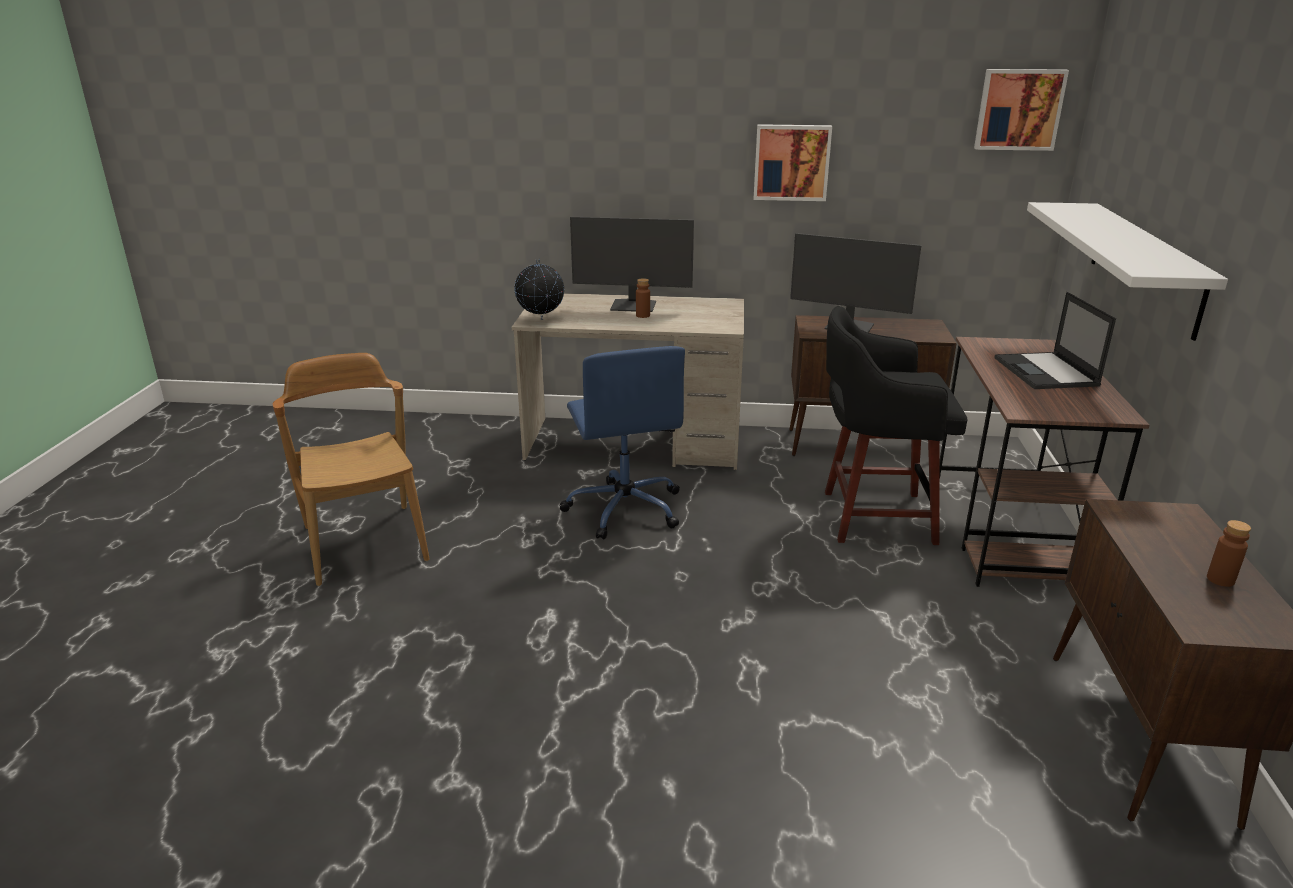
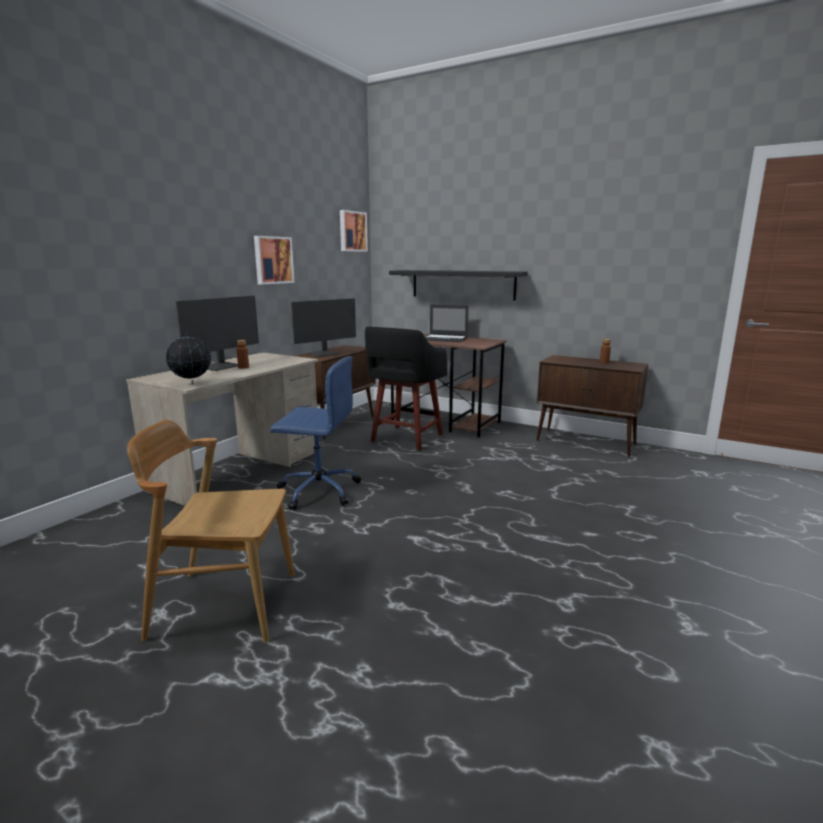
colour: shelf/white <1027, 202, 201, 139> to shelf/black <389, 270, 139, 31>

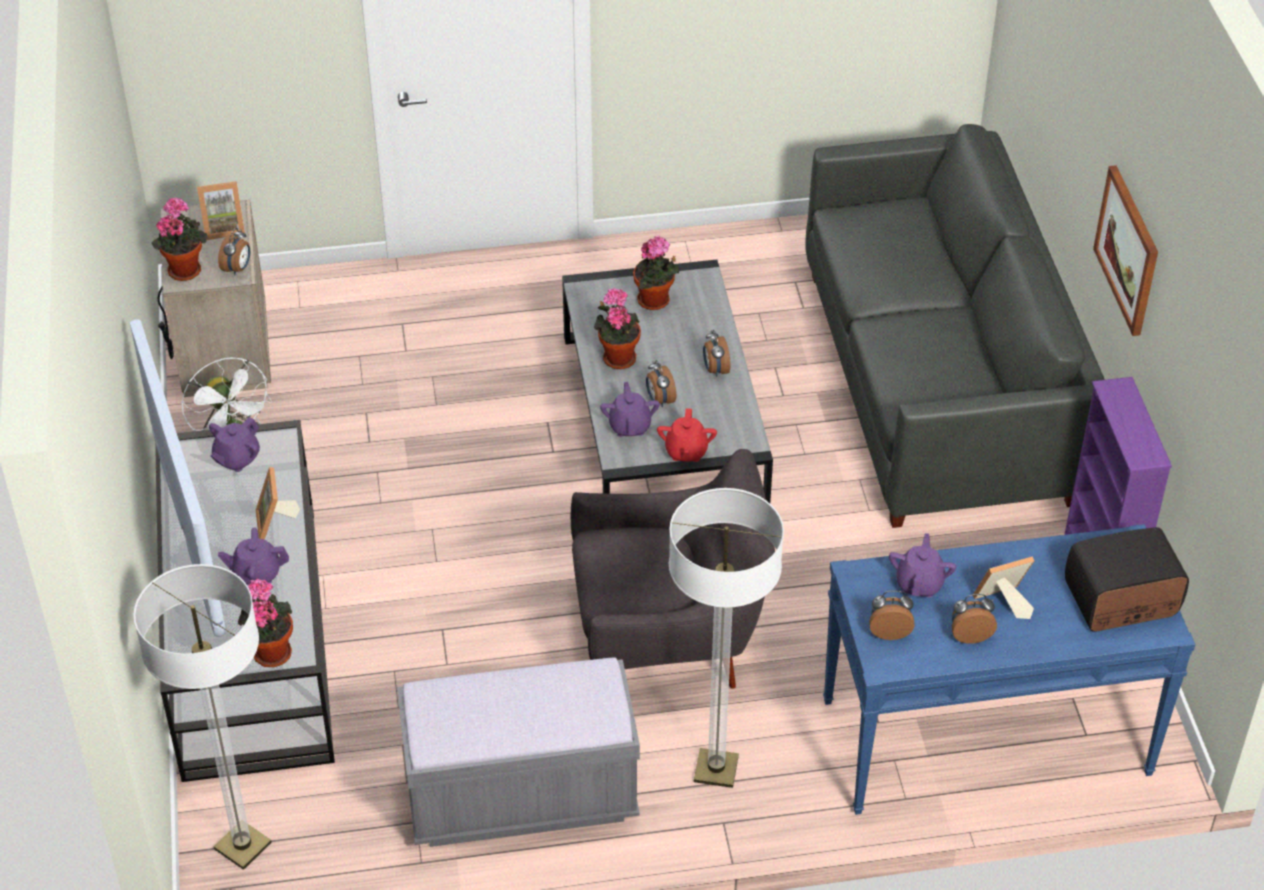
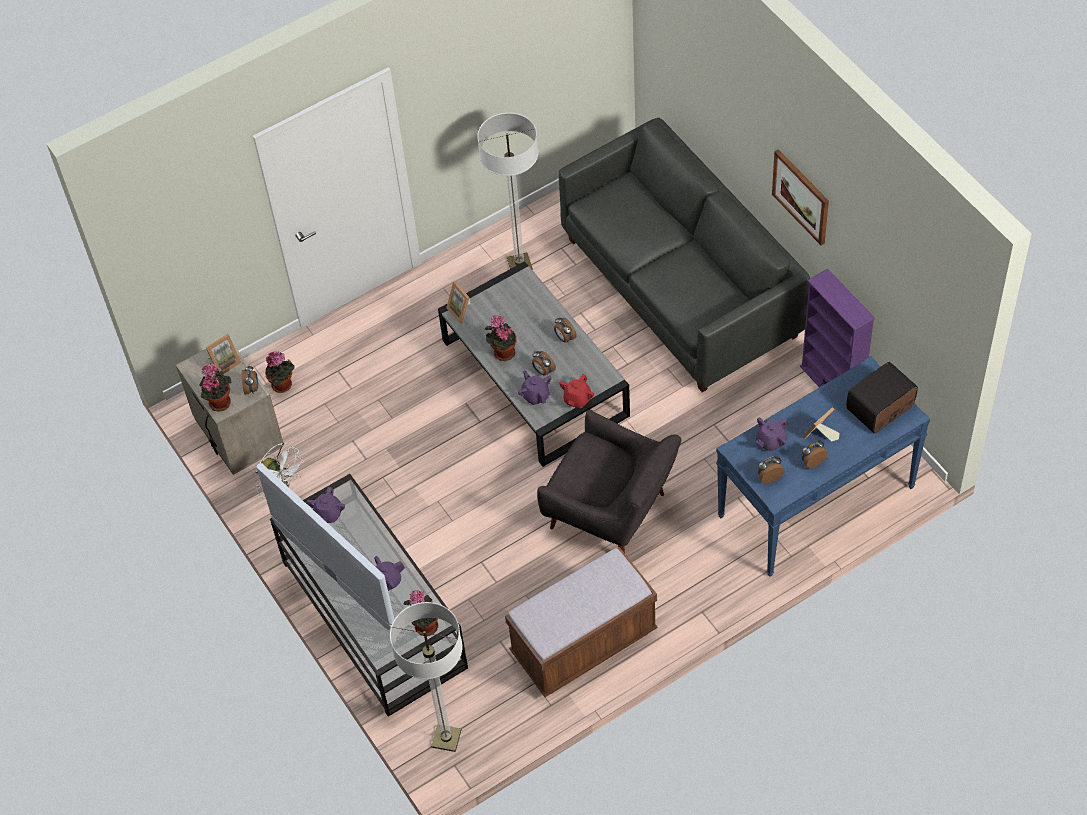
relocated: potted plant <633, 236, 46, 74> to <265, 351, 29, 42>; picture frame <256, 467, 44, 73> to <446, 281, 24, 43>; floor lamp <669, 488, 115, 300> to <477, 113, 62, 157>
colour: bench/grey <397, 657, 243, 190> to bench/brown <505, 547, 153, 150>
spun: teapot/red <657, 408, 60, 54> = <559, 374, 35, 34> 45 degrees clockwise; armchair/grey <571, 449, 204, 240> = <537, 409, 144, 144> 60 degrees clockwise; teapot/purple <889, 533, 68, 65> = <756, 418, 32, 34> 120 degrees counterclockwise

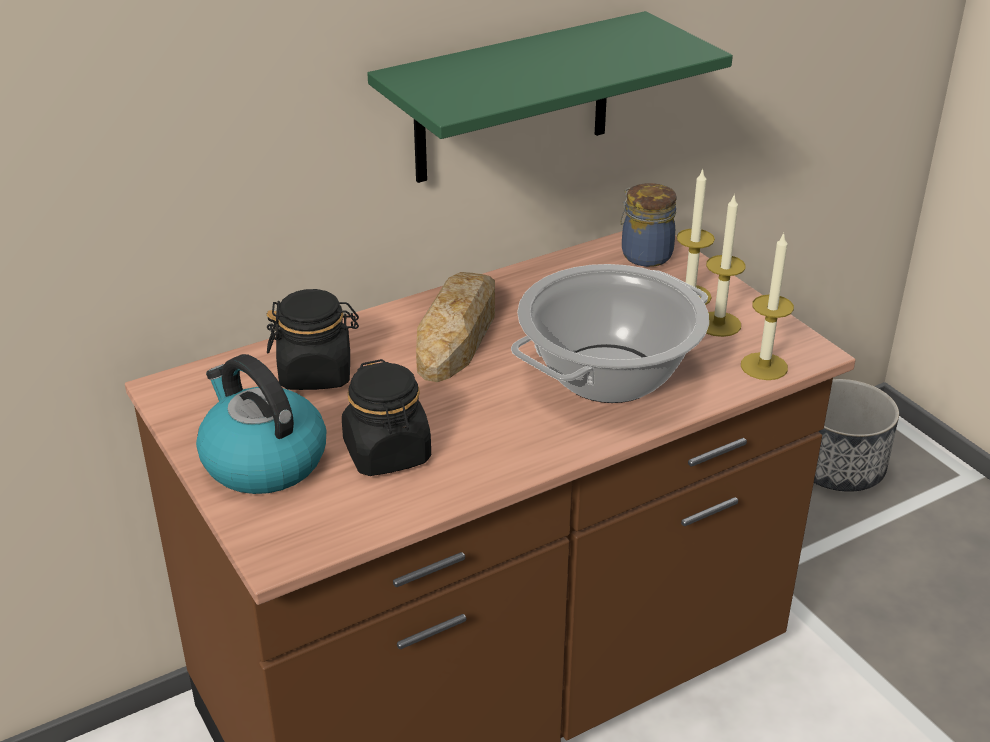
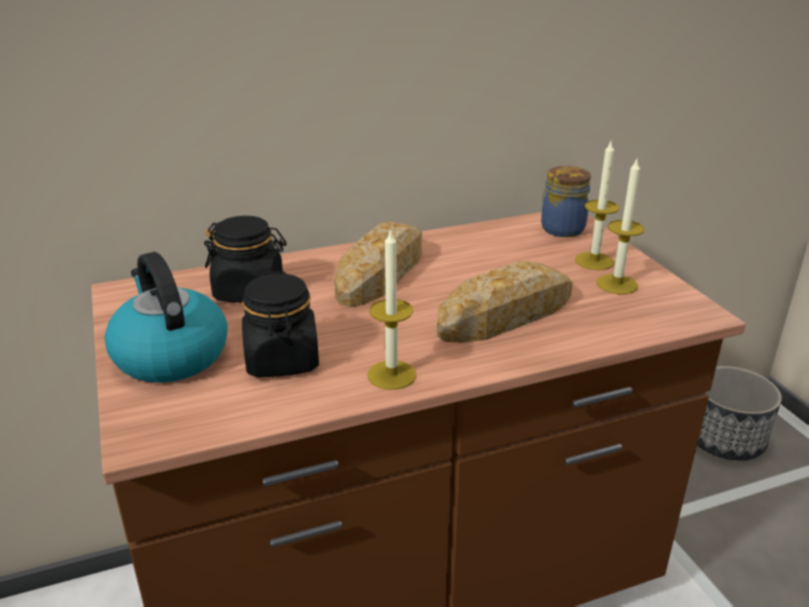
missing: shelf/green <367, 11, 366, 172>
relocated: candle <741, 233, 53, 147> to <368, 228, 48, 162>
exchanged: cooking pot <511, 264, 198, 139> to bread <437, 261, 136, 82>

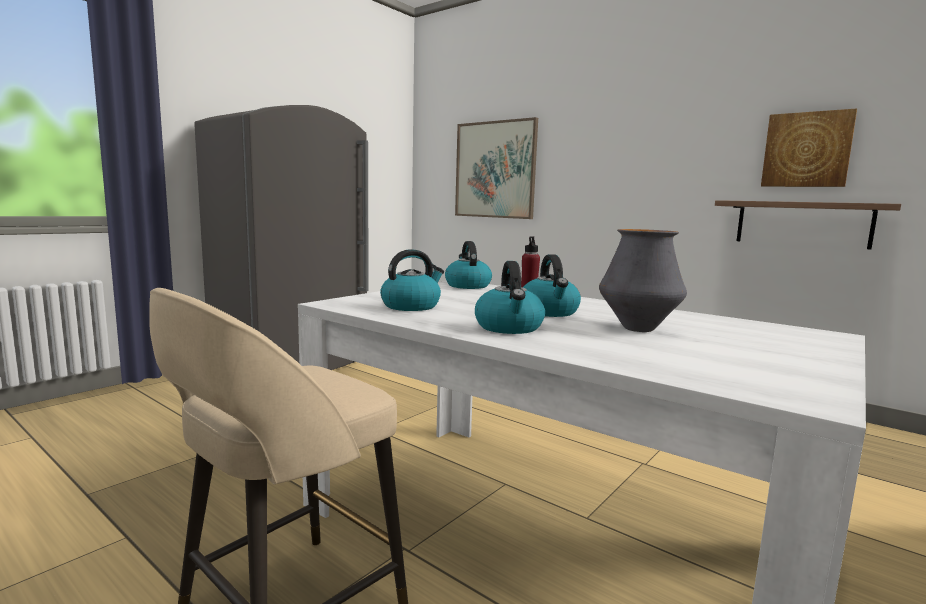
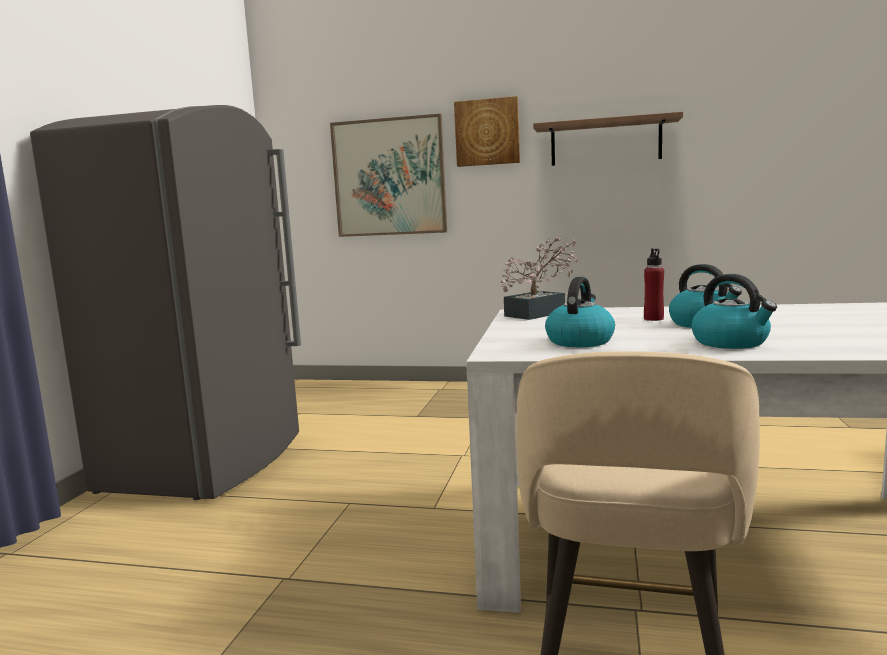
missing: vase <599, 229, 88, 103>
relocated: picture <761, 108, 96, 79> to <454, 96, 66, 71>; shelf <715, 200, 186, 49> to <533, 112, 150, 54>
exchanged: kettle <445, 241, 47, 48> to potted plant <501, 237, 79, 83>

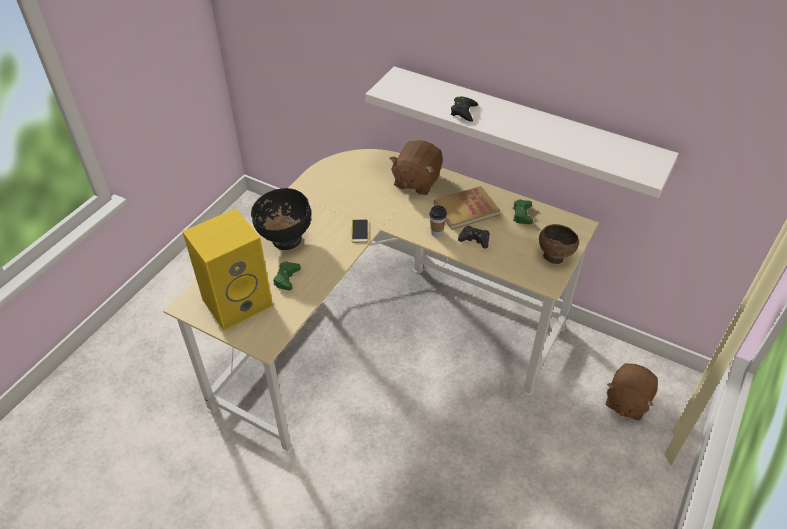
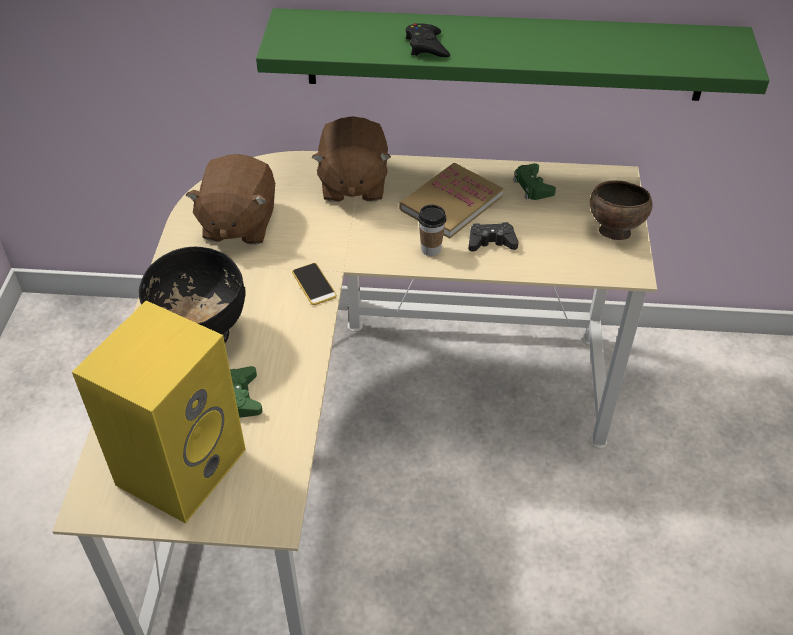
relocated: plush toy/brown <605, 363, 53, 58> to <186, 154, 89, 91>
colour: shelf/white <365, 66, 314, 132> to shelf/green <256, 8, 514, 93>

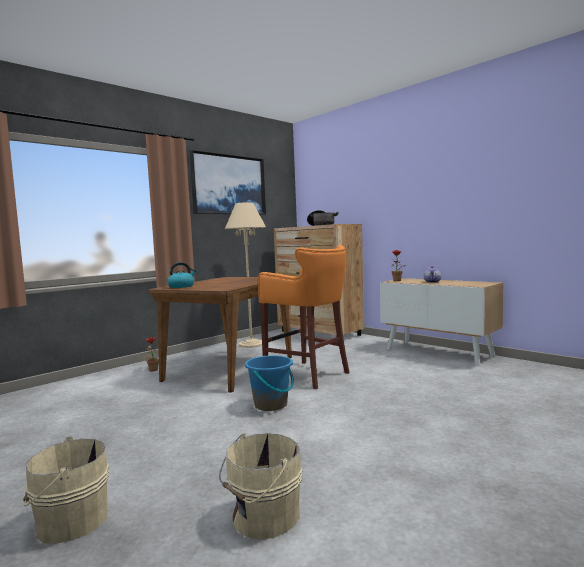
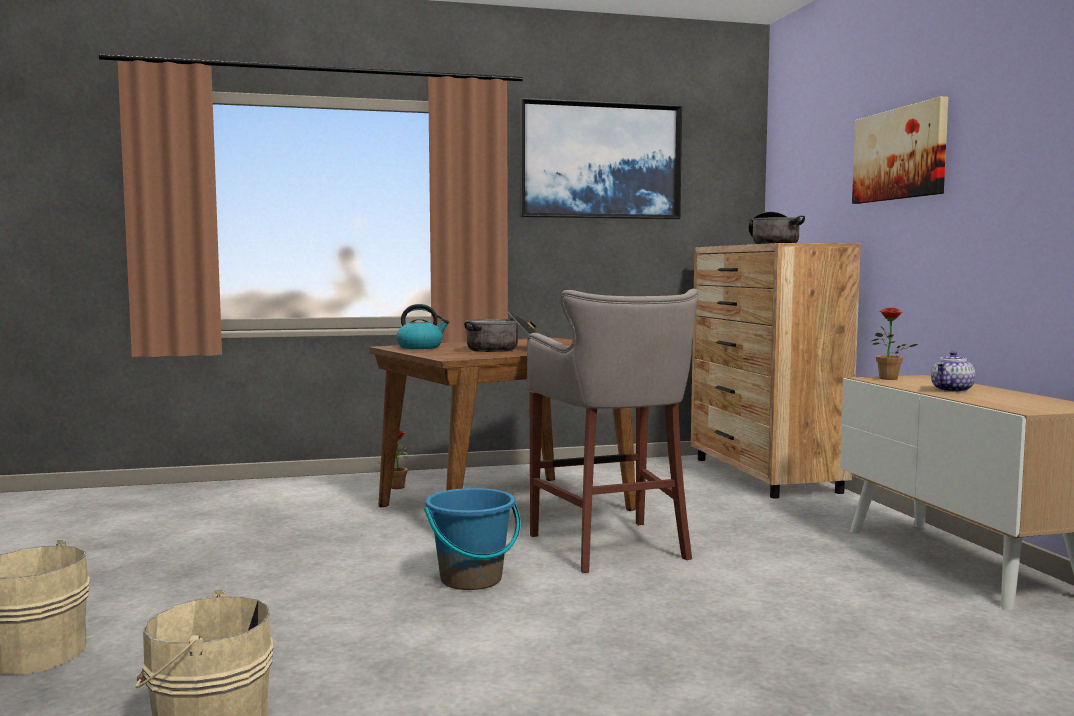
missing: floor lamp/beige <225, 202, 41, 146>
appeared: picture <852, 96, 96, 108>; cooking pot <464, 312, 73, 40>
colour: stool/orange <258, 245, 92, 144> to stool/grey <527, 289, 171, 284>

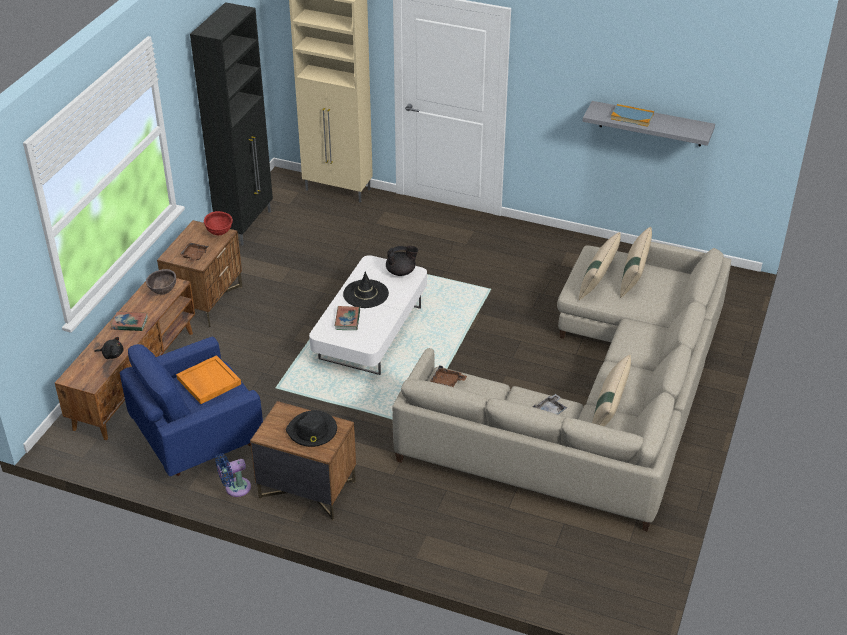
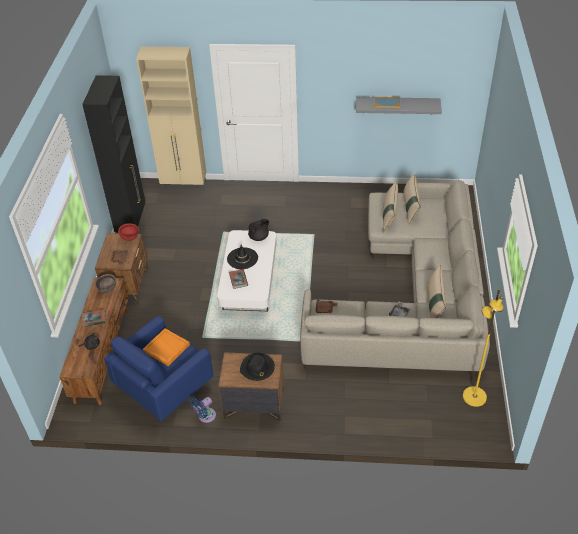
appeared: floor lamp/yellow <463, 289, 40, 118>

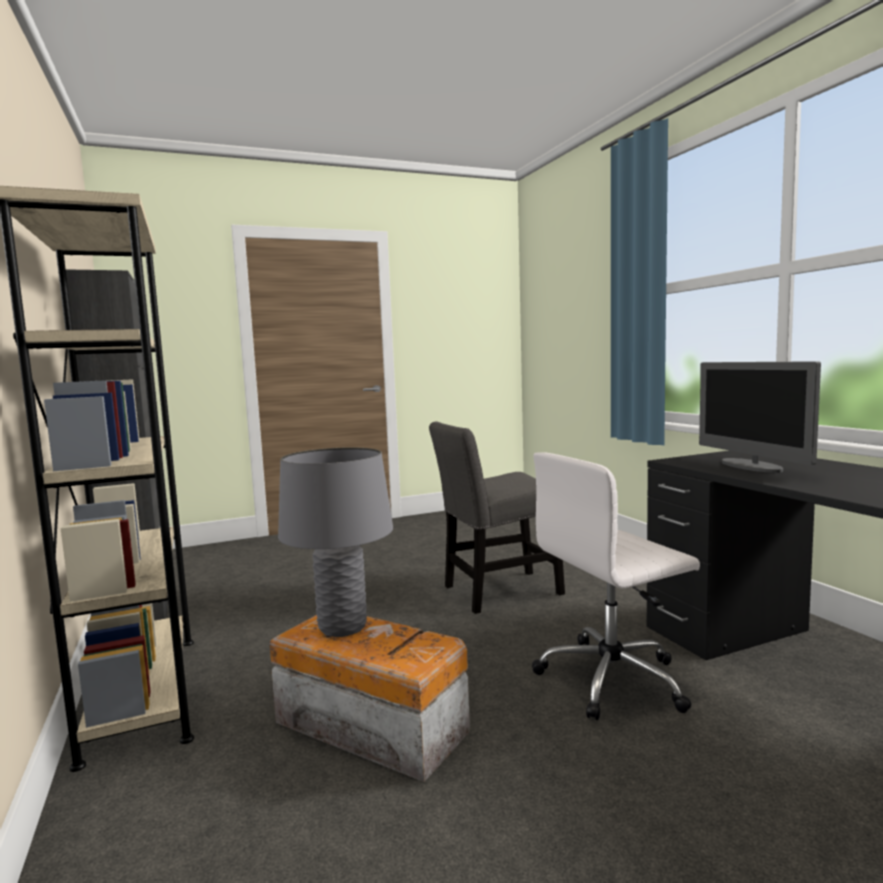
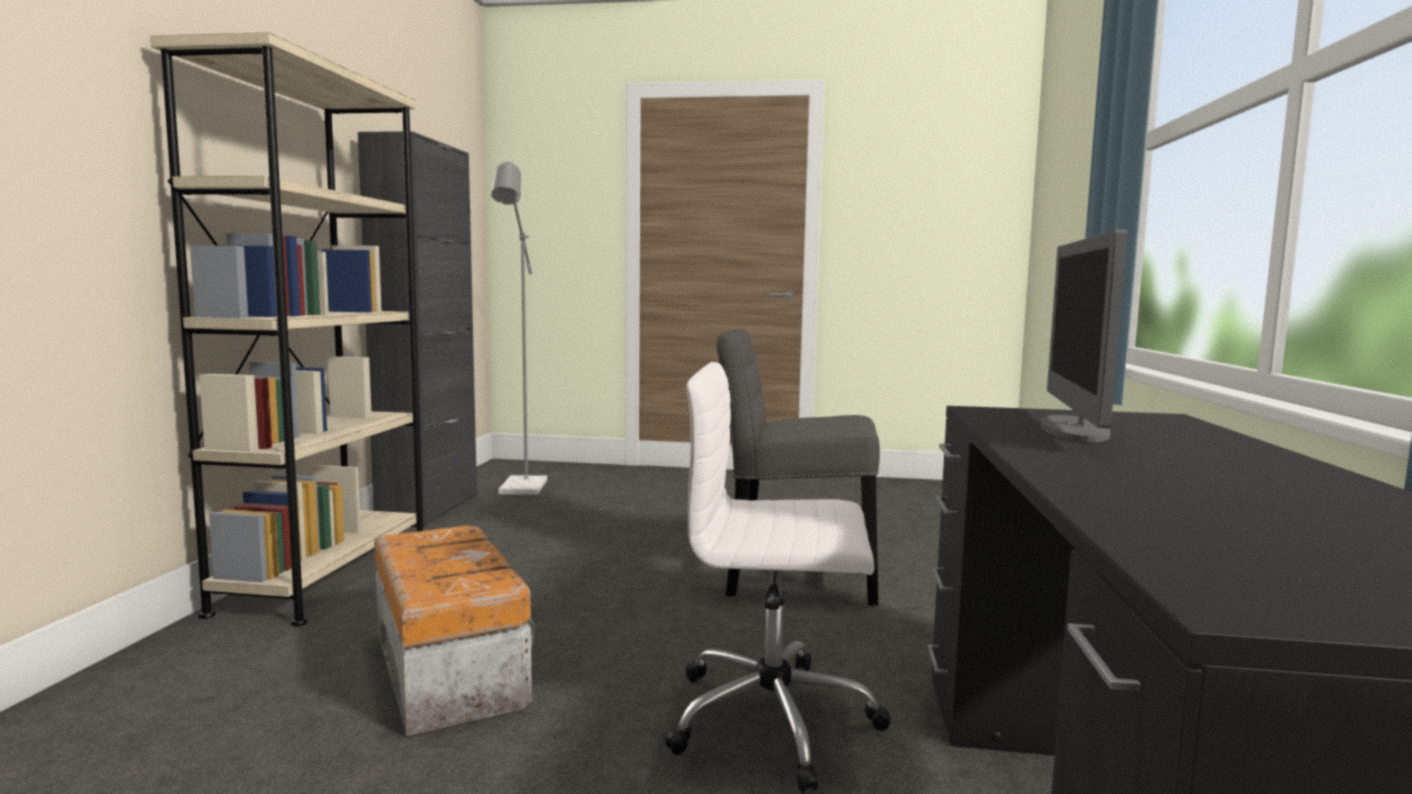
missing: table lamp/grey <278, 447, 115, 190>
appeared: floor lamp/grey <491, 161, 56, 334>

